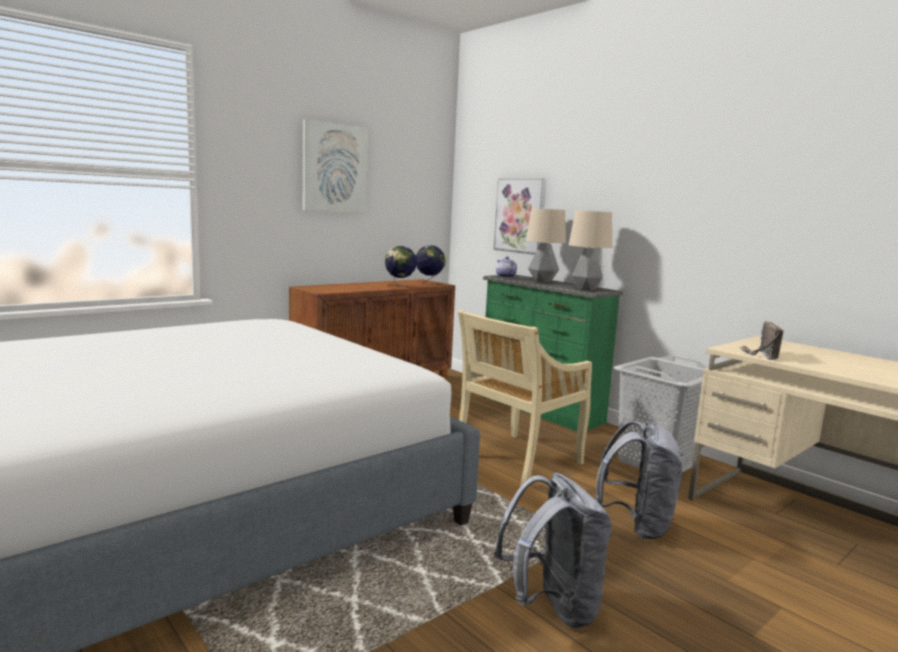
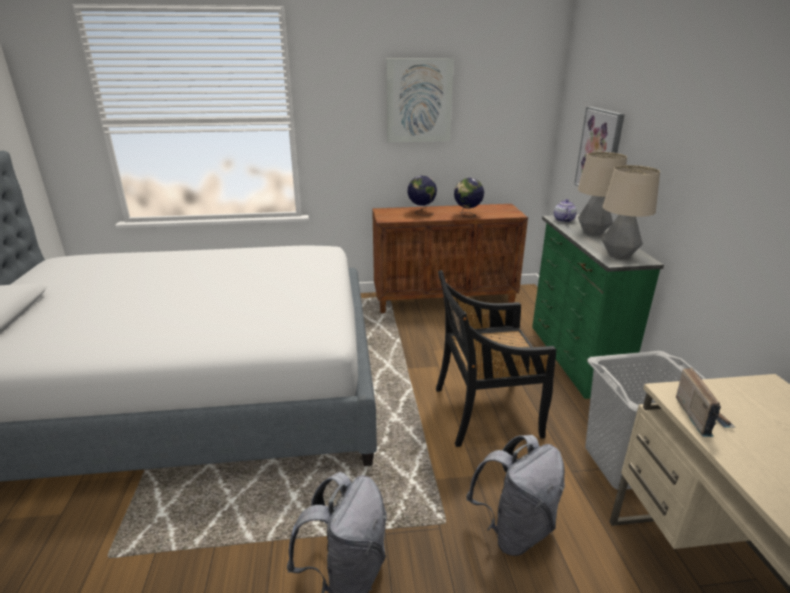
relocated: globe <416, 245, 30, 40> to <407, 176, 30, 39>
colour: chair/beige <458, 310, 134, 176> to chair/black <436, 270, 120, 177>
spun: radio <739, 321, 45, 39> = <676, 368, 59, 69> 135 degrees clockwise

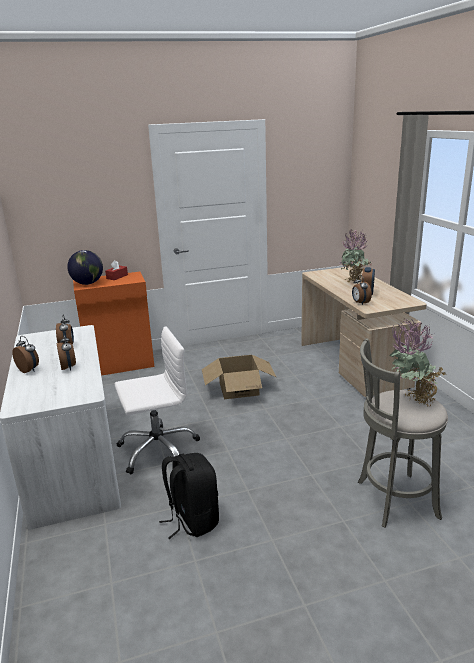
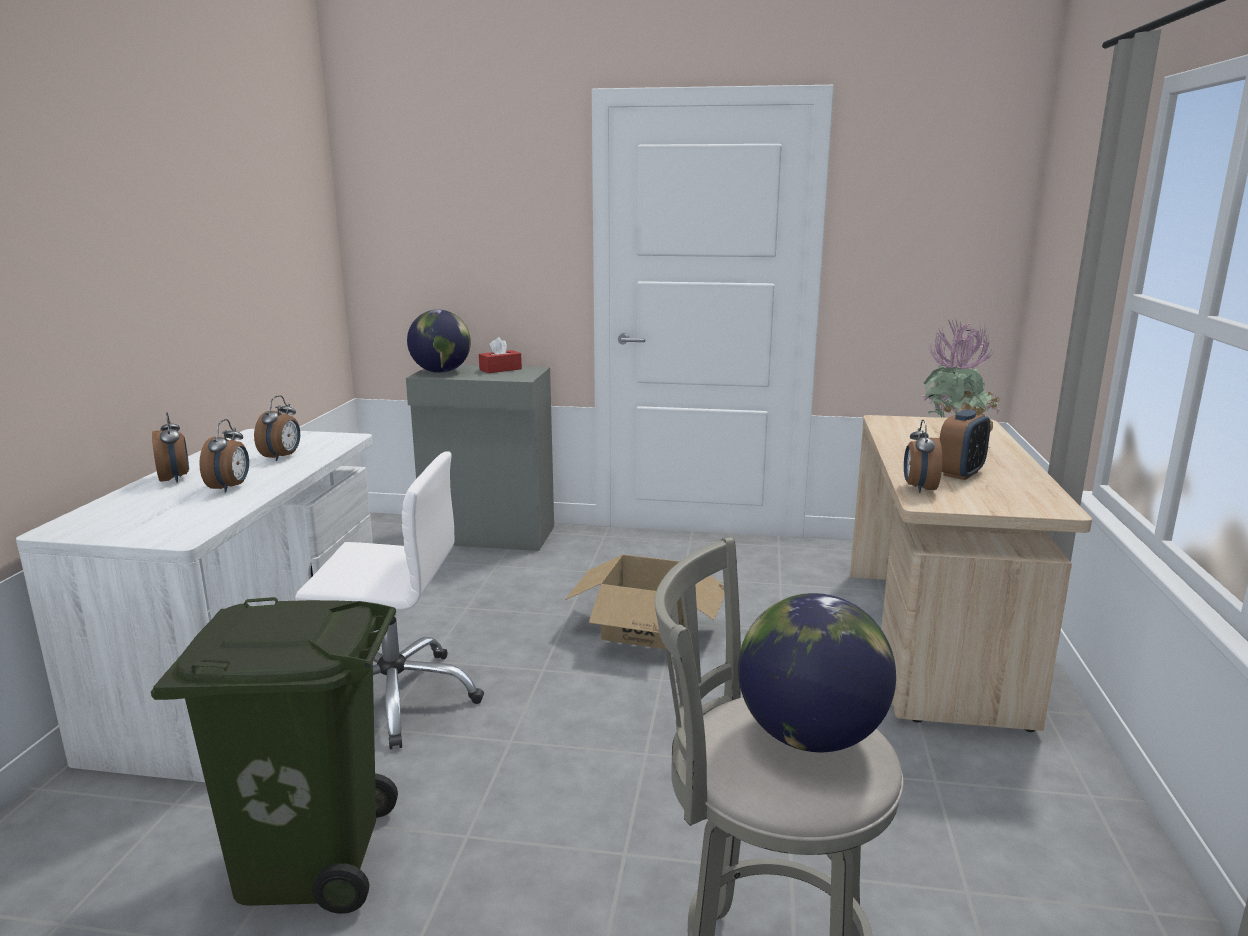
exchanged: potted plant <389, 319, 58, 88> to globe <738, 593, 158, 159>; backpack/black <159, 453, 60, 86> to trash can/green <151, 597, 247, 317>
colour: cabinet/orange <73, 272, 81, 104> to cabinet/grey <406, 365, 148, 186>

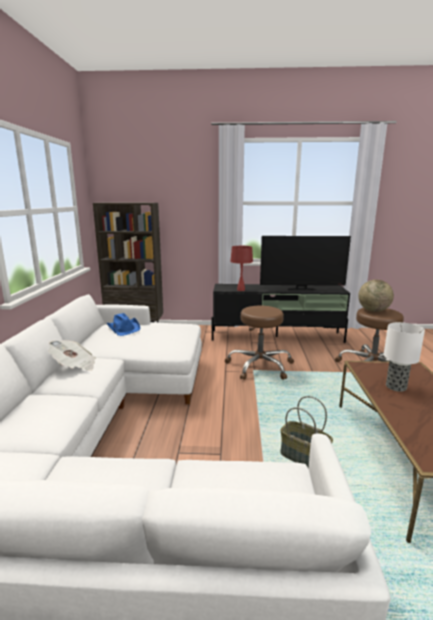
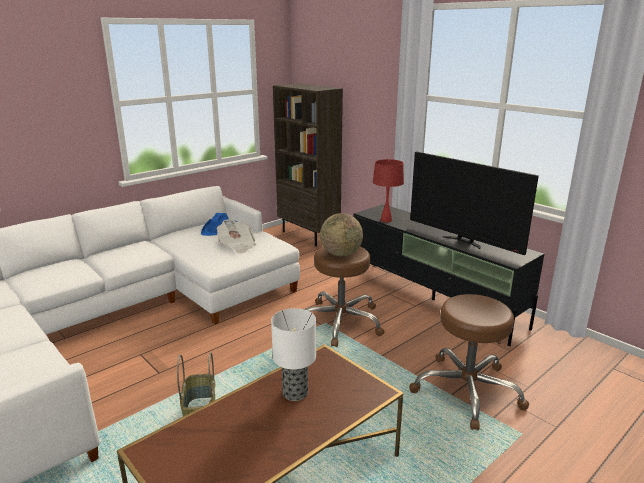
relocated: globe <358, 280, 36, 32> to <320, 213, 43, 43>; newspaper <48, 340, 48, 31> to <217, 220, 39, 34>

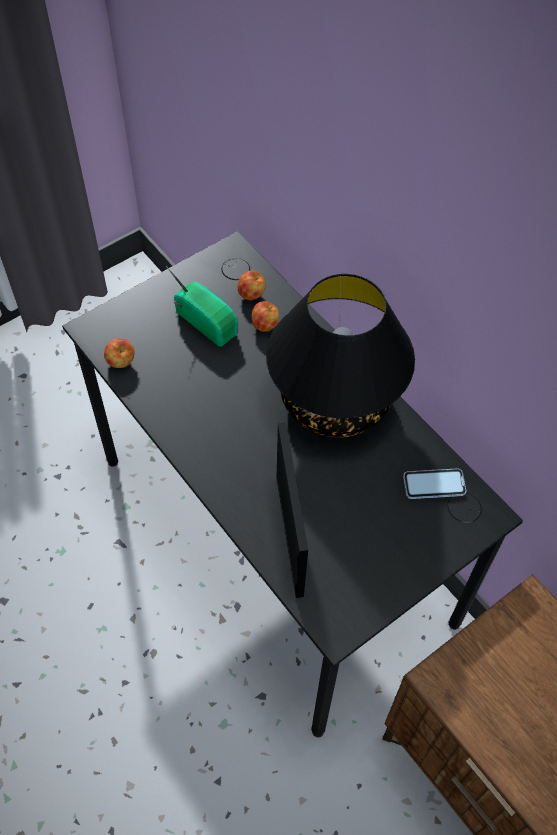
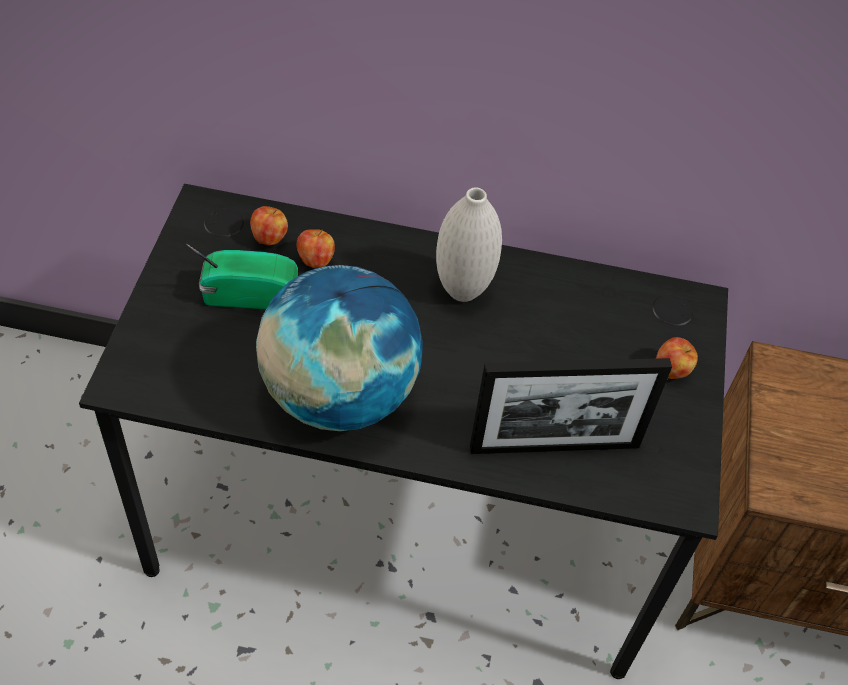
missing: phone <403, 468, 63, 31>
appeared: globe <256, 265, 167, 166>
relocated: apple <104, 339, 30, 29> to <656, 337, 42, 42>
exchanged: table lamp/black <266, 274, 149, 164> to vase/white <436, 187, 66, 115>
spun: picture frame <277, 422, 31, 176> = <470, 358, 202, 96> 135 degrees clockwise

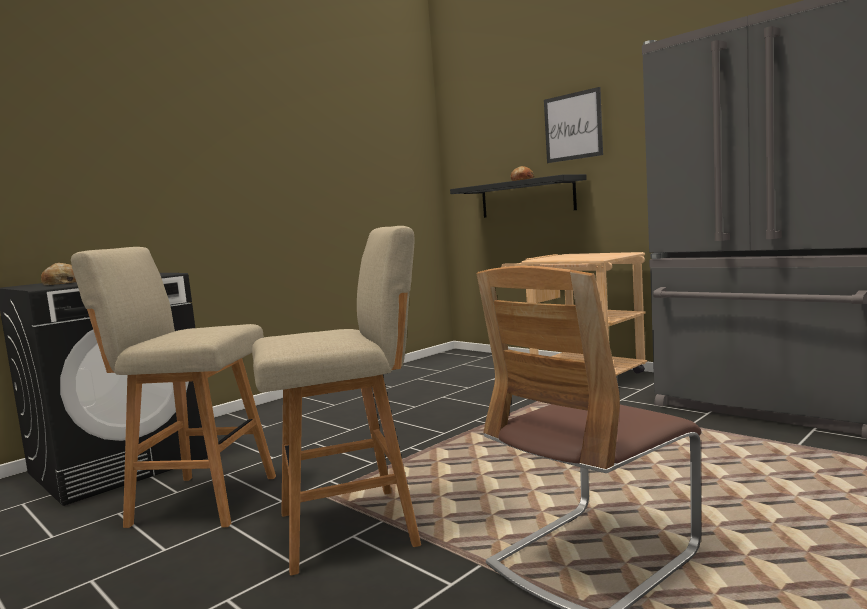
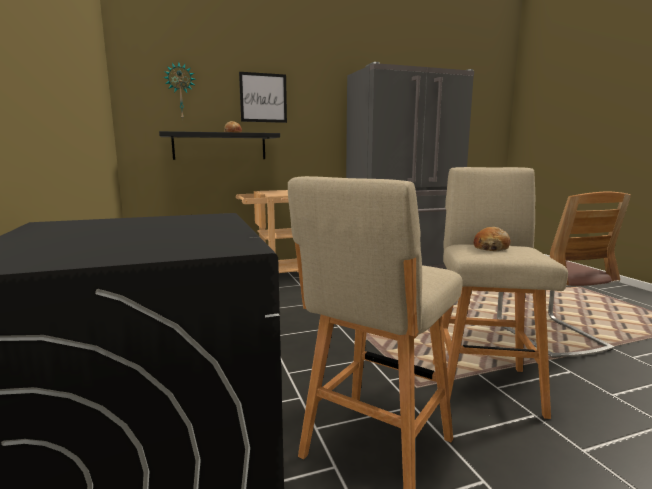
appeared: wall clock <163, 62, 33, 58>
relocated: bread <41, 263, 35, 22> to <474, 227, 37, 24>

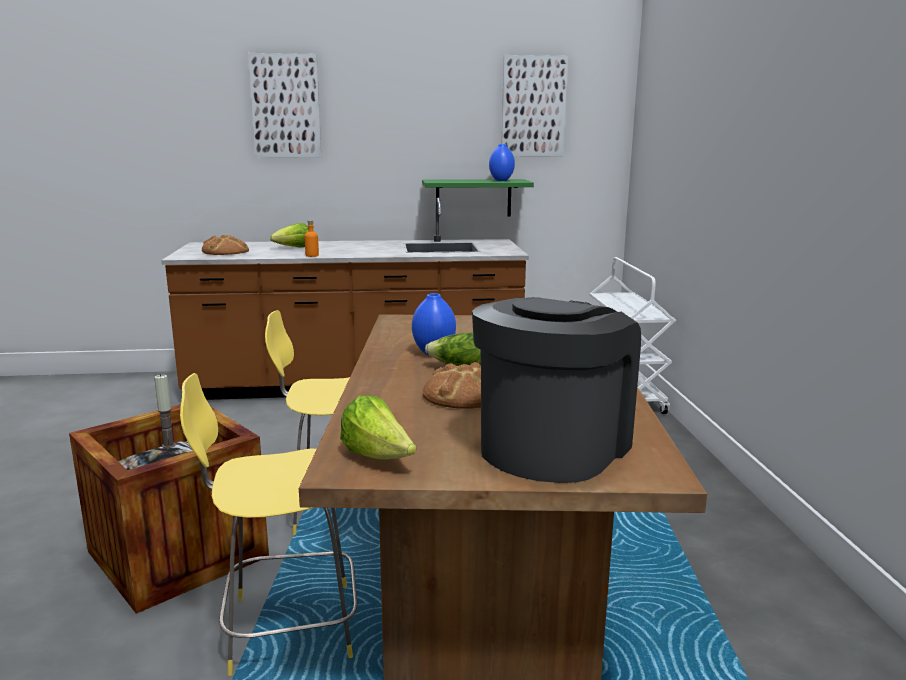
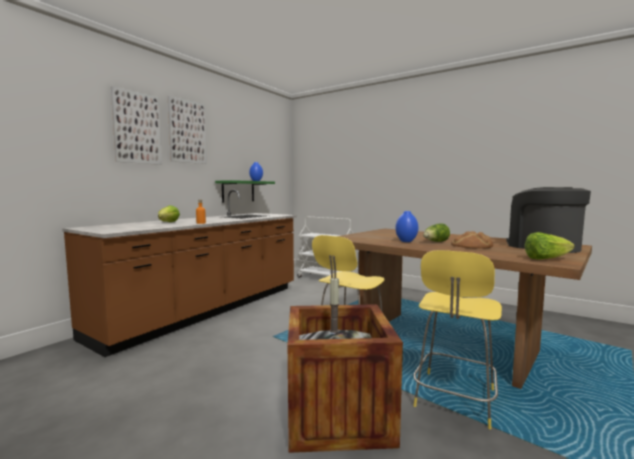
missing: bread <202, 235, 47, 20>
relocated: picture <502, 55, 66, 101> to <168, 96, 39, 68>

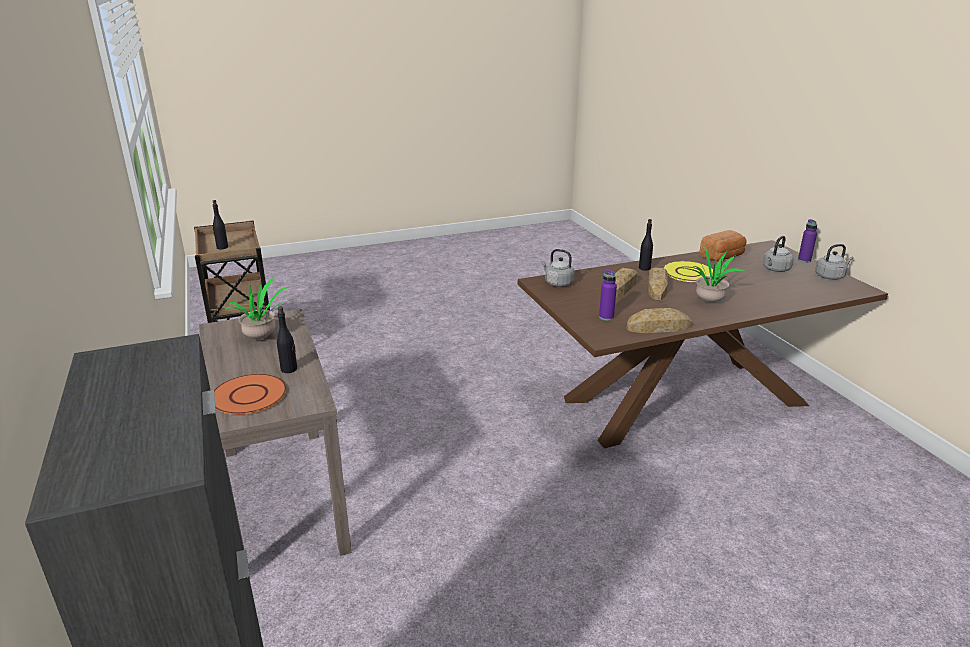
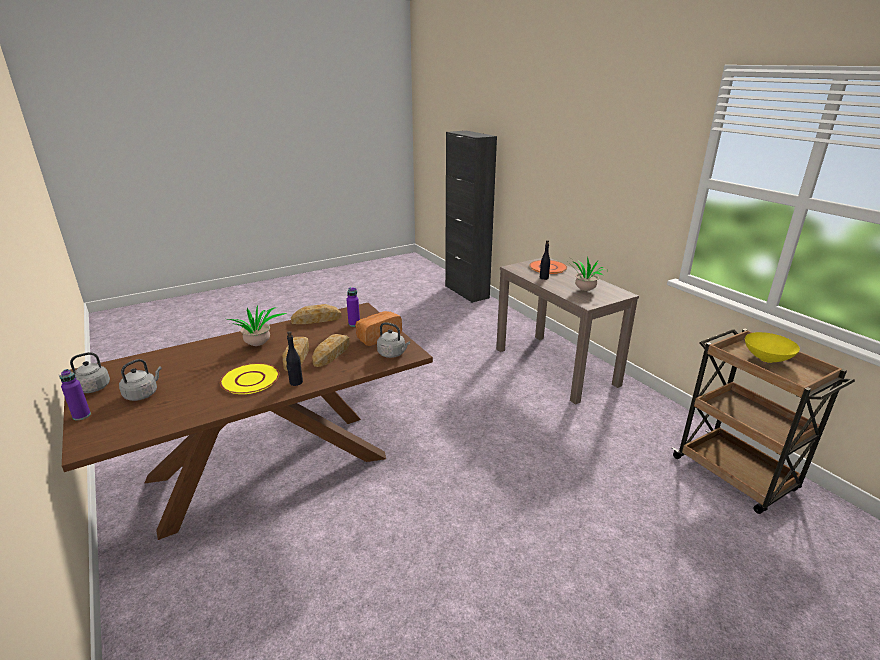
relocated: bread <699, 230, 48, 31> to <355, 311, 47, 35>
exchanged: bottle/black <213, 200, 15, 49> to bowl/yellow <745, 332, 55, 31>

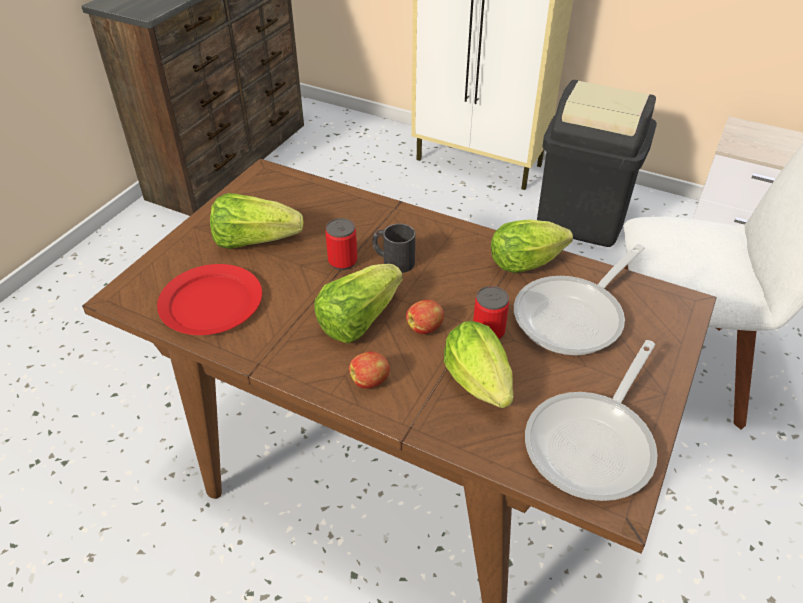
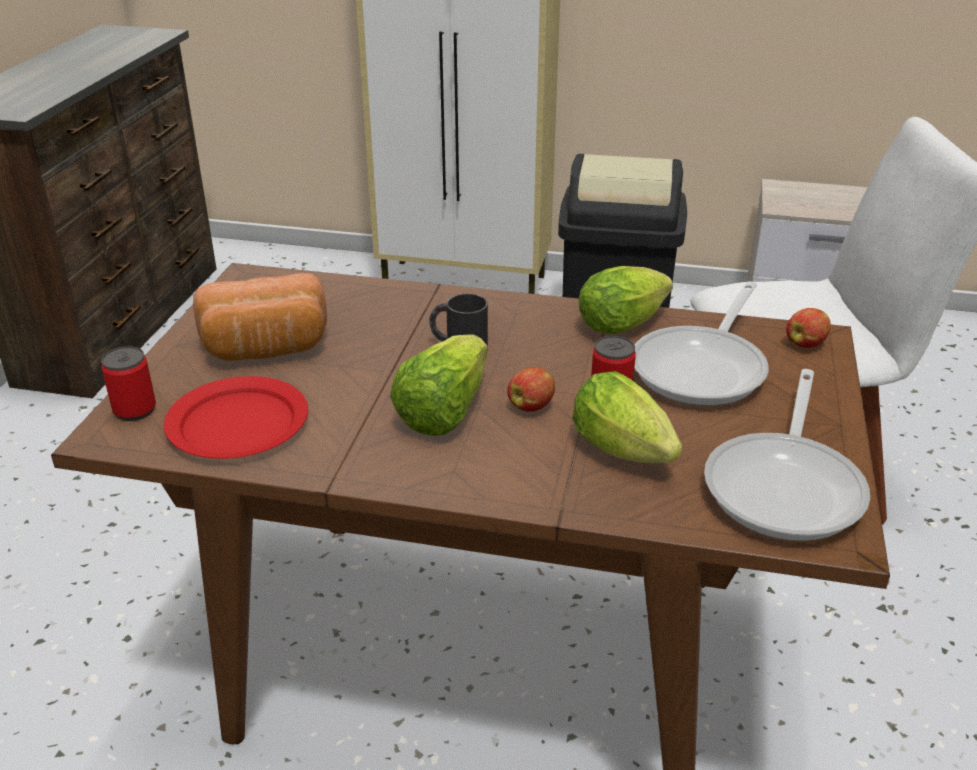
relocated: can <325, 218, 32, 52> to <101, 346, 55, 75>; apple <349, 351, 41, 37> to <786, 308, 45, 40>
exchanged: lettuce <210, 193, 94, 56> to bread <193, 273, 134, 88>

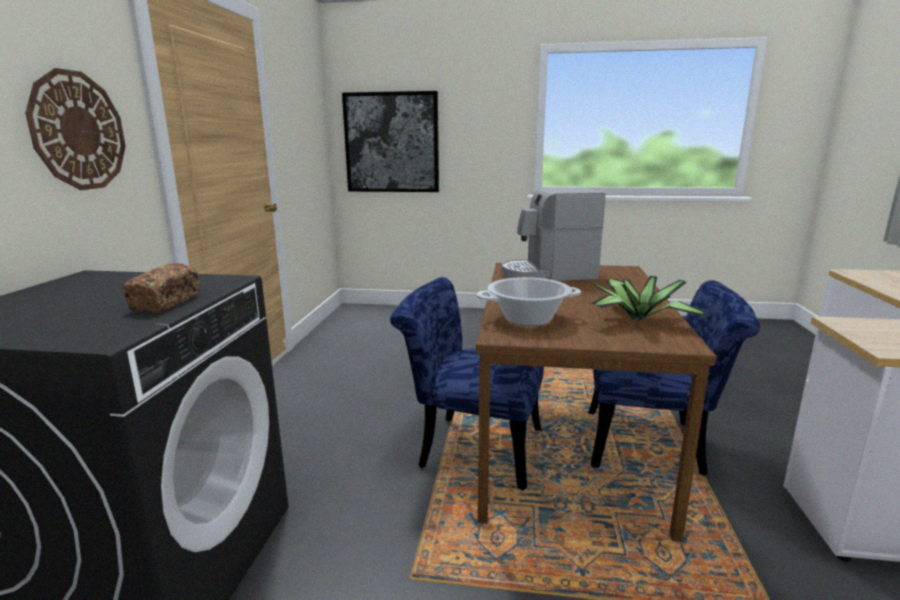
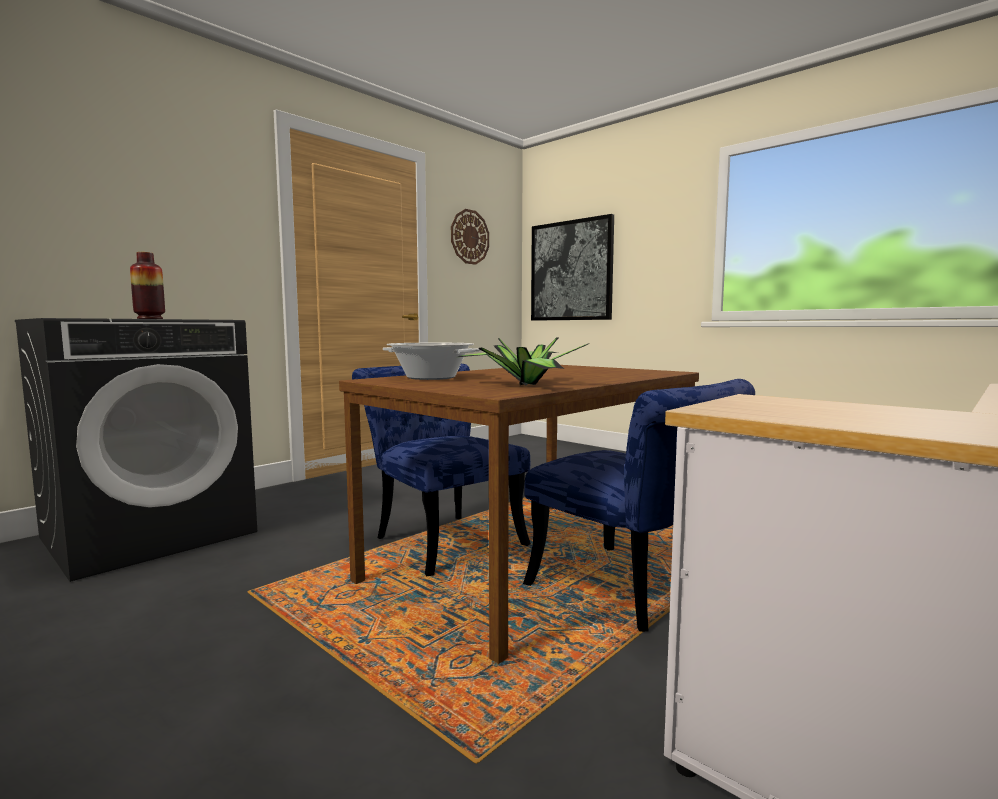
missing: coffee machine <502, 187, 103, 94>
relocated: wall clock <25, 68, 101, 122> to <451, 209, 38, 56>
exchanged: bread <124, 263, 76, 50> to vase <130, 252, 35, 67>

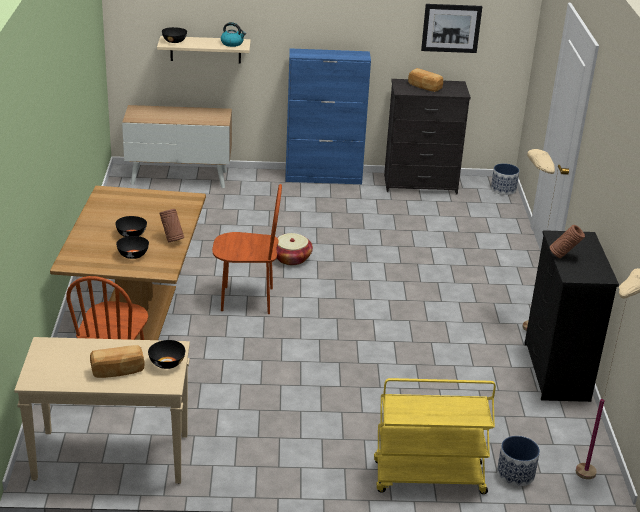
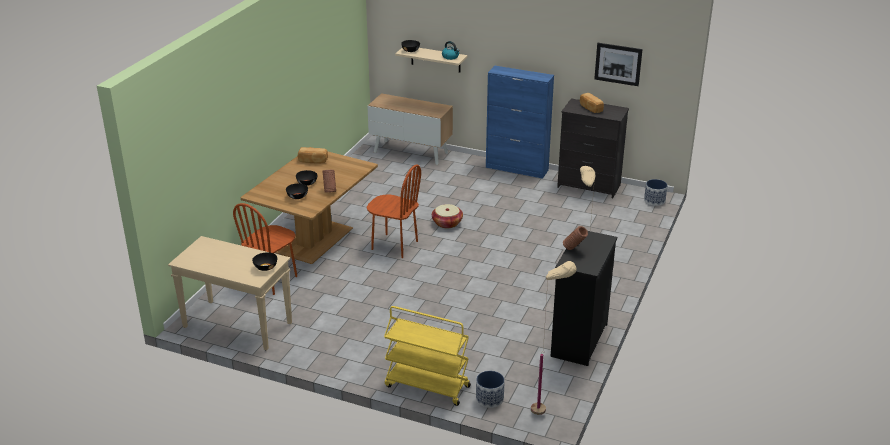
relocated: bread <90, 345, 55, 33> to <298, 147, 30, 16>

